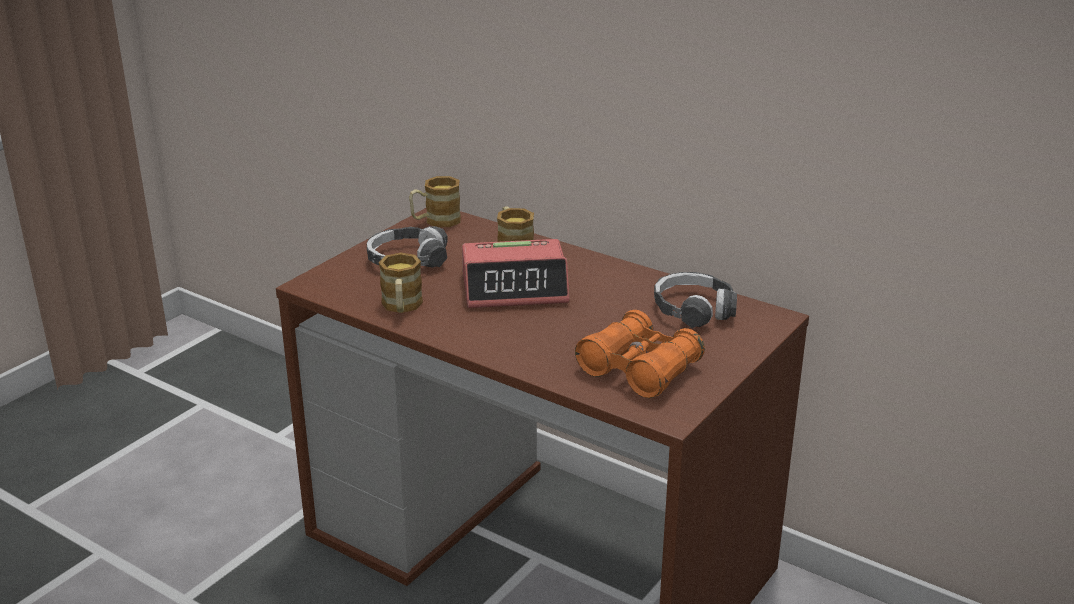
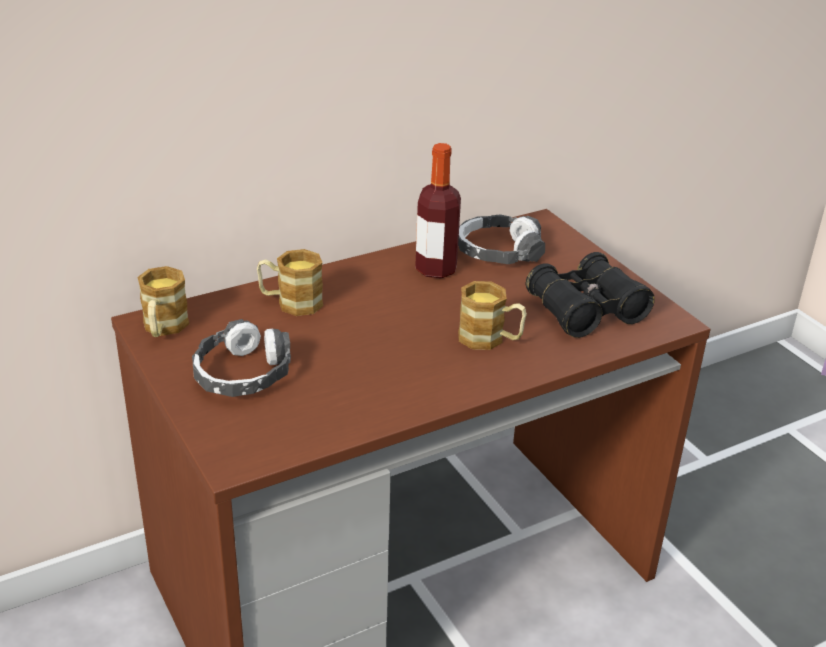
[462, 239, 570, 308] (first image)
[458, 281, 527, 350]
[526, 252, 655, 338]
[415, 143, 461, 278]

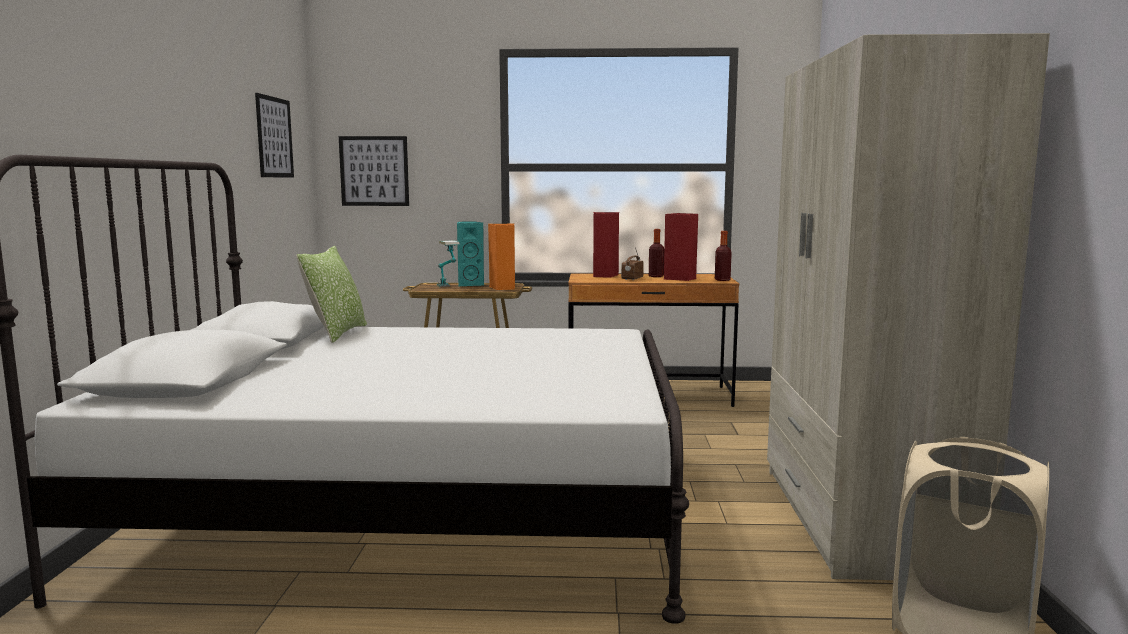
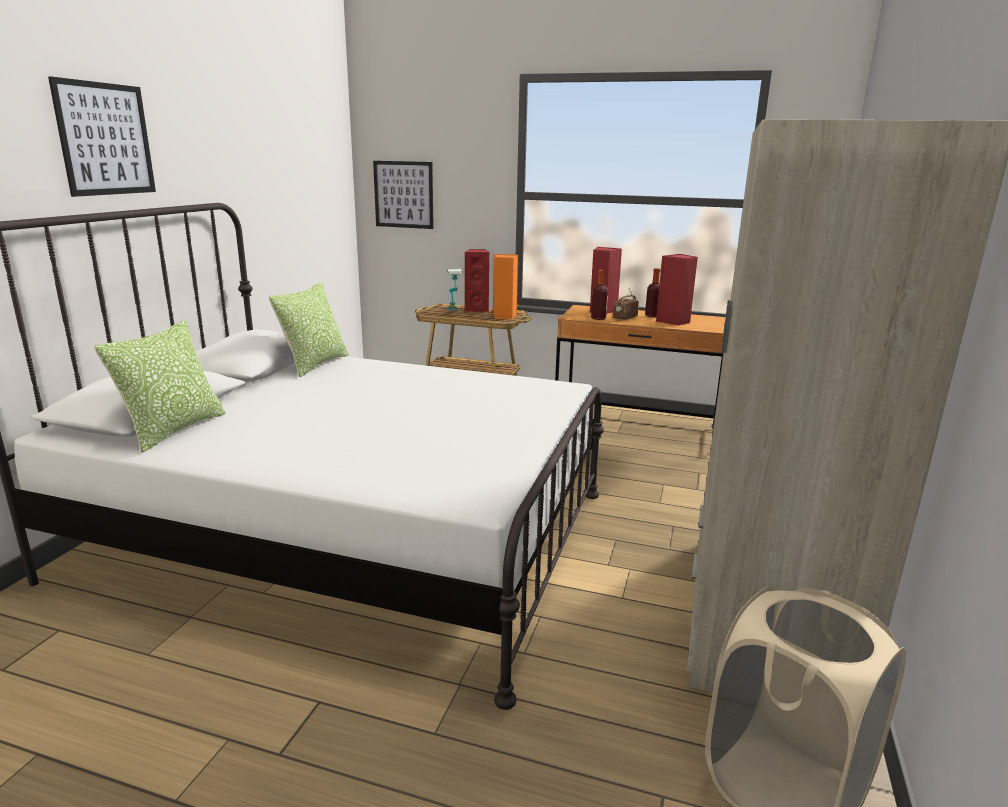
[48, 76, 156, 197]
[465, 249, 489, 312]
[591, 270, 608, 320]
[94, 320, 226, 453]

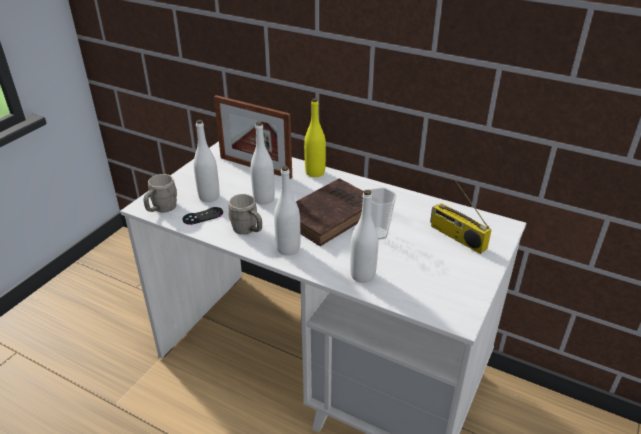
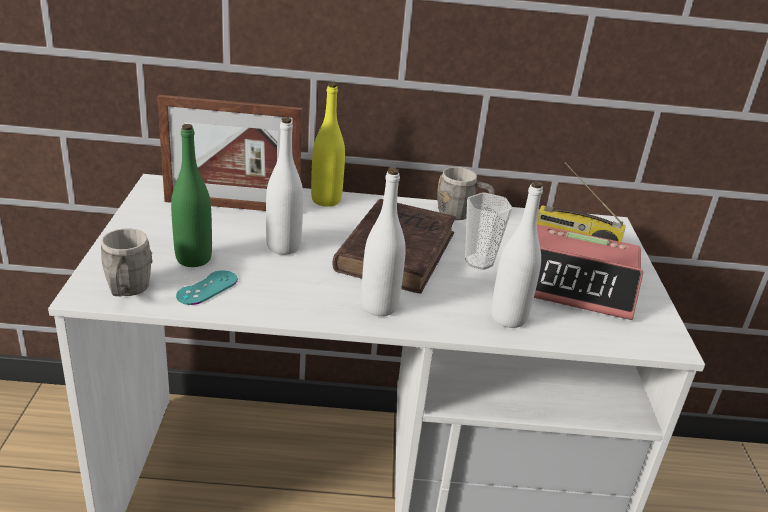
[171, 124, 212, 267]
[437, 167, 495, 220]
[176, 270, 238, 305]
[534, 224, 643, 320]

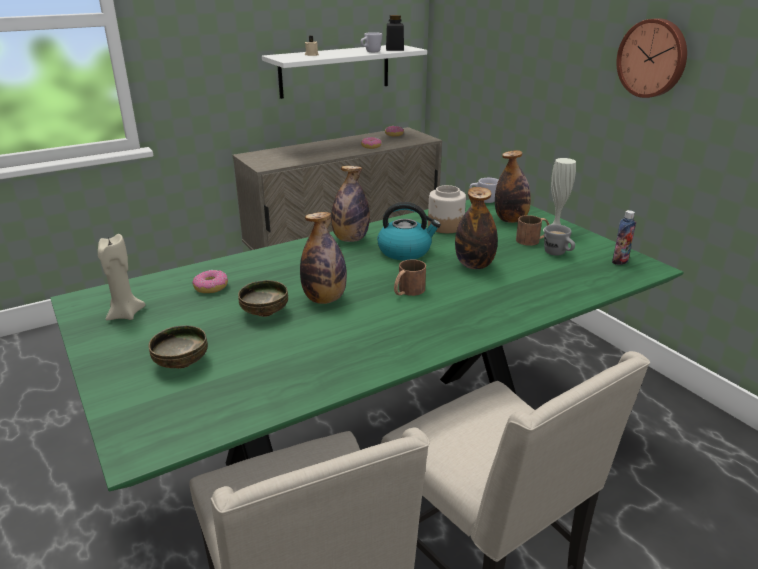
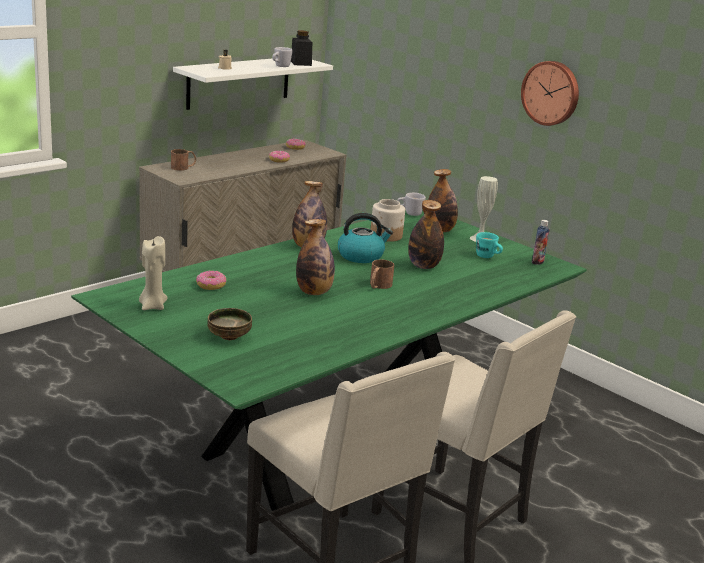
[171, 149, 196, 171]
[476, 232, 503, 258]
[238, 280, 288, 317] (first image)

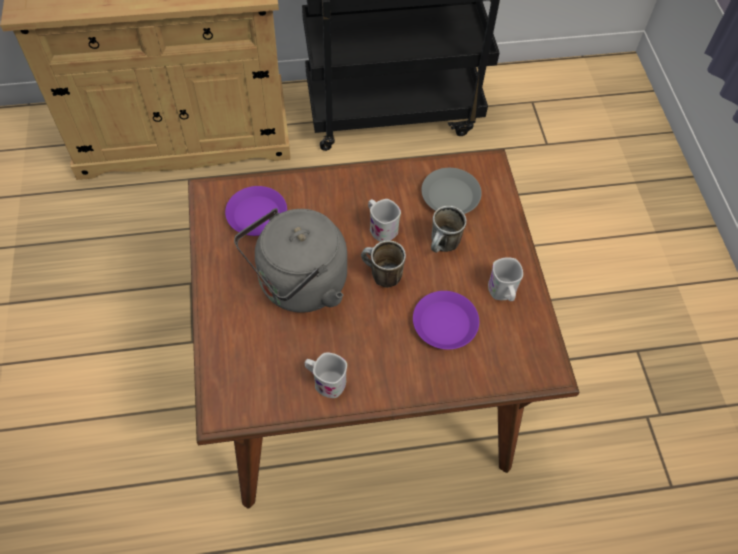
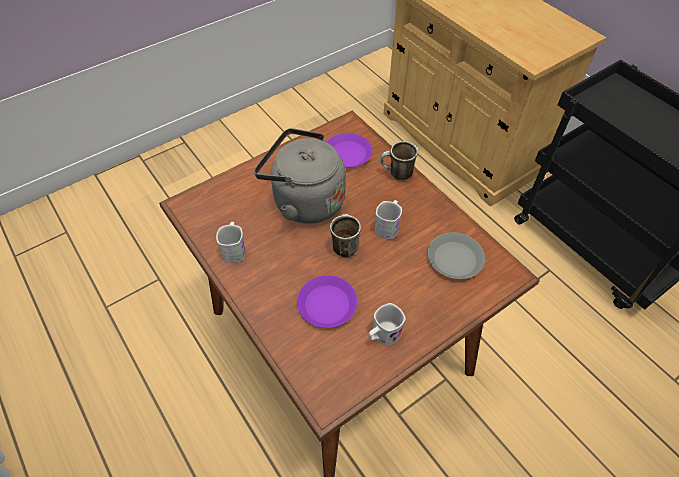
[380, 141, 418, 181]

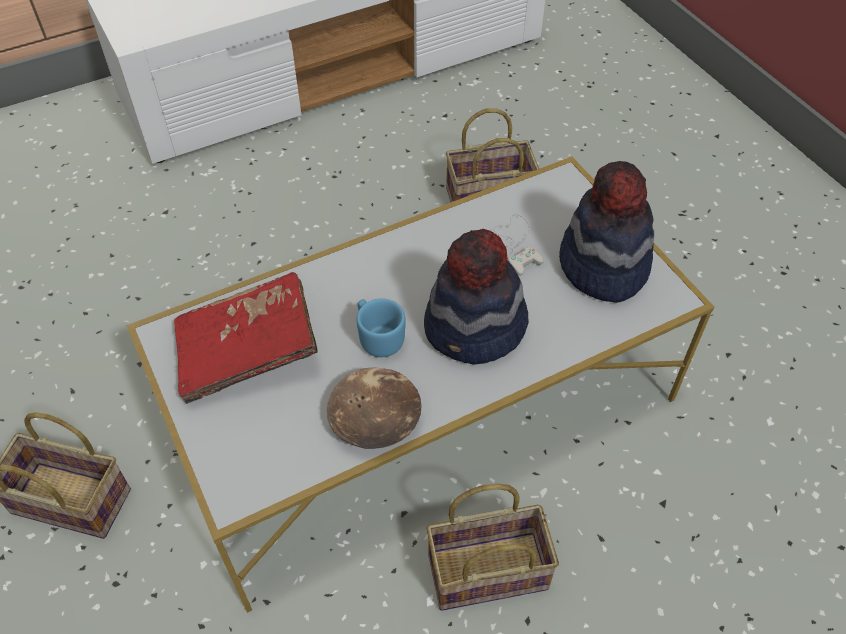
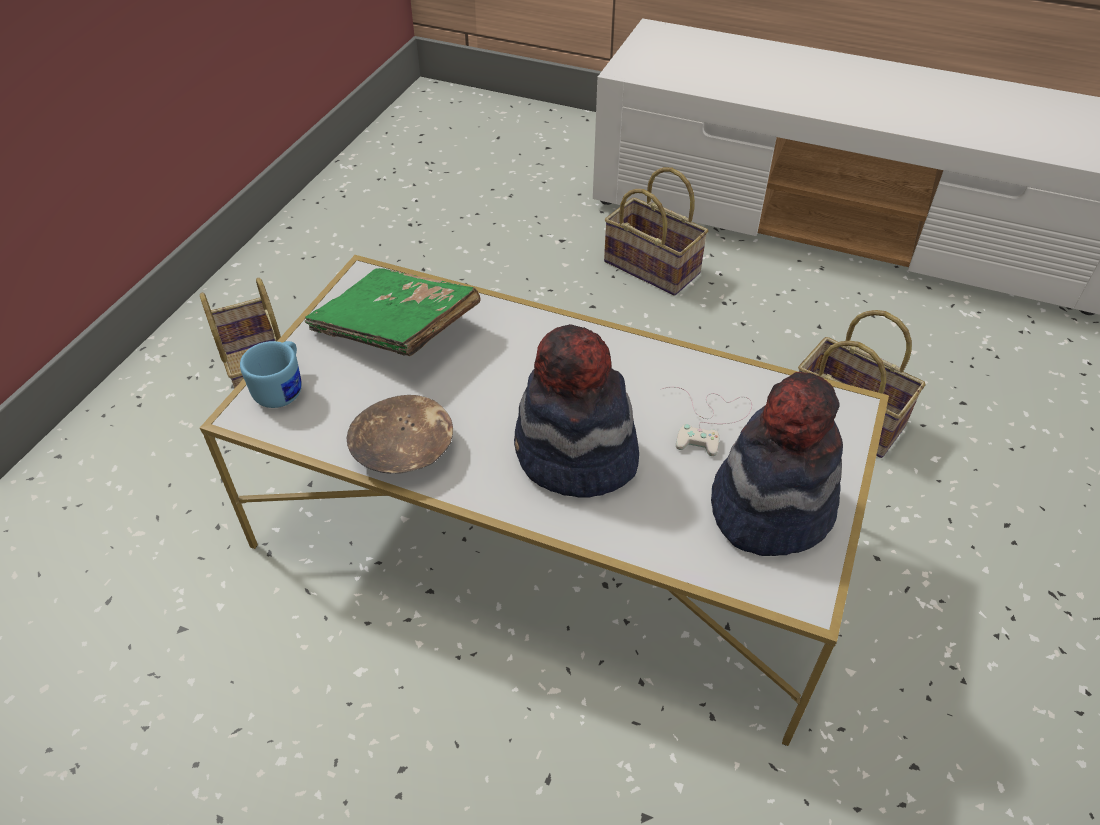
[305, 268, 480, 357]
[240, 341, 302, 408]
[604, 167, 708, 296]

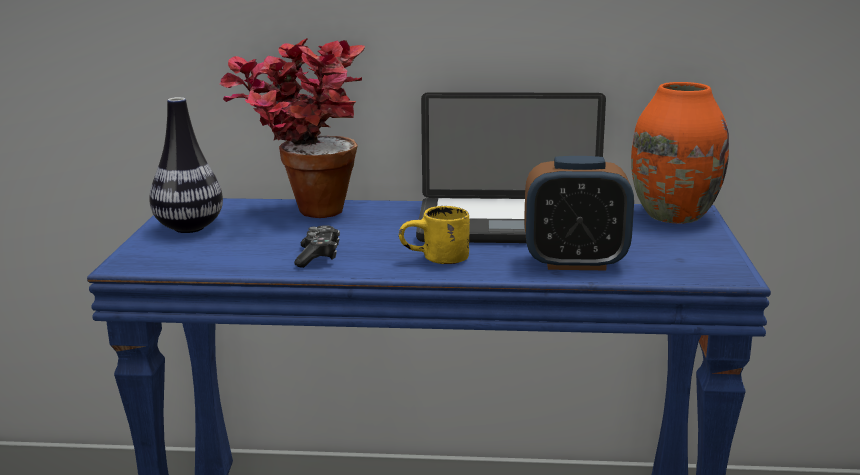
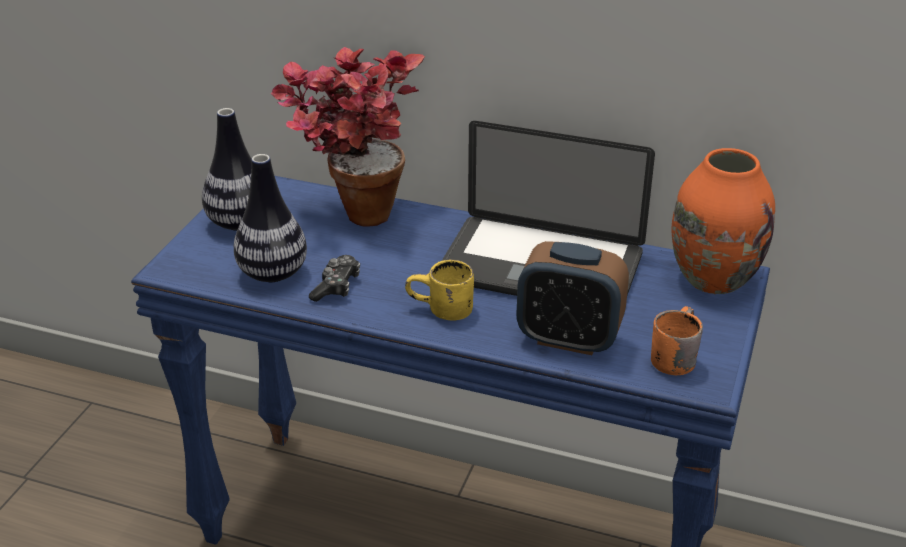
[234, 154, 307, 282]
[651, 306, 703, 375]

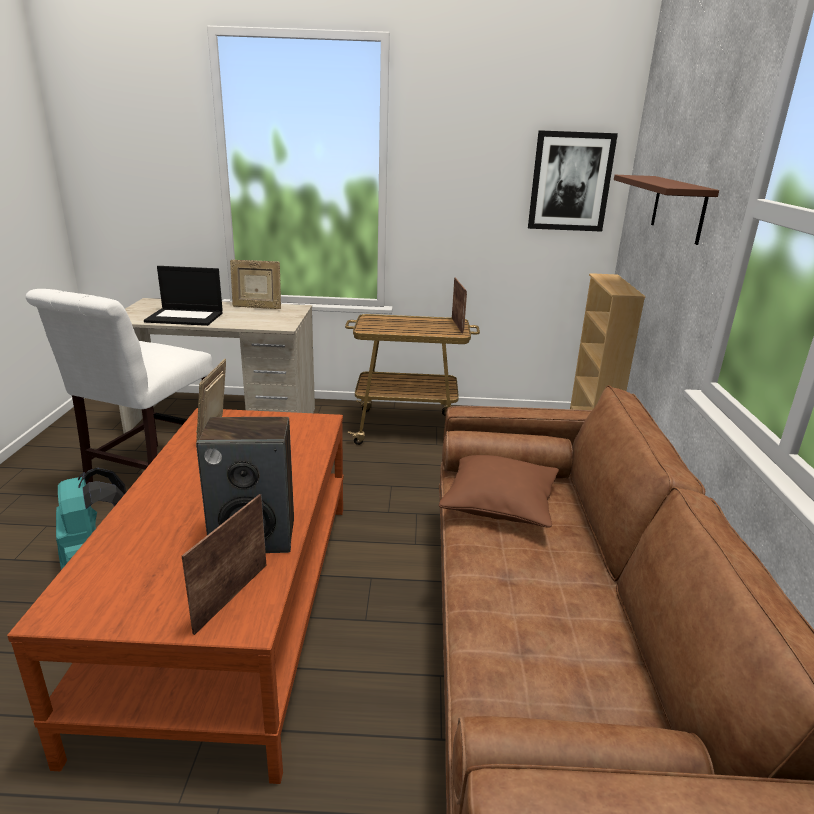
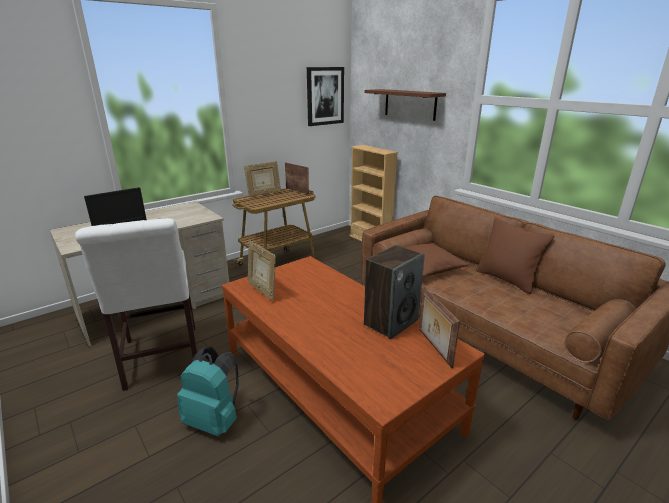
[244, 161, 281, 197]
[476, 217, 554, 294]

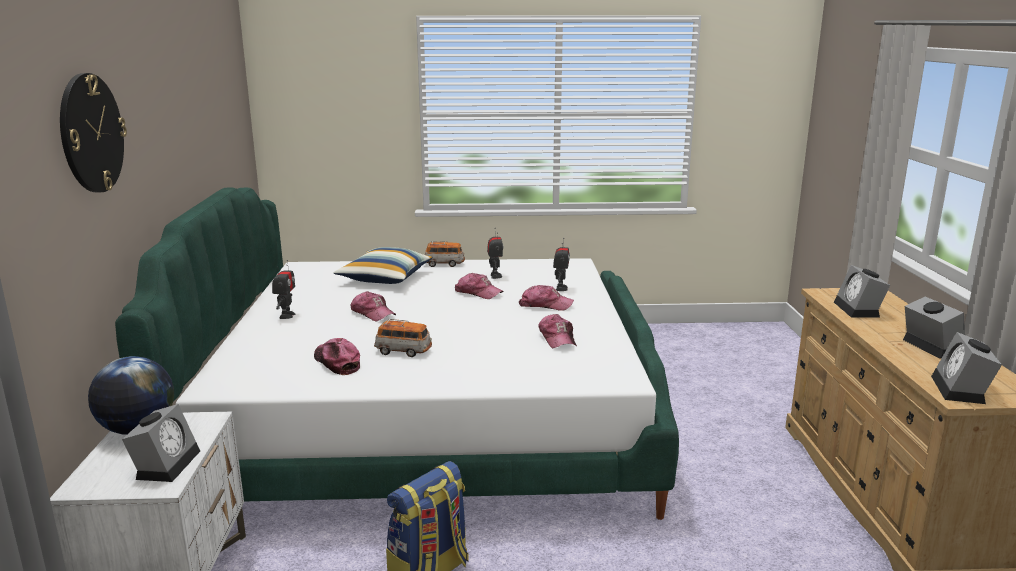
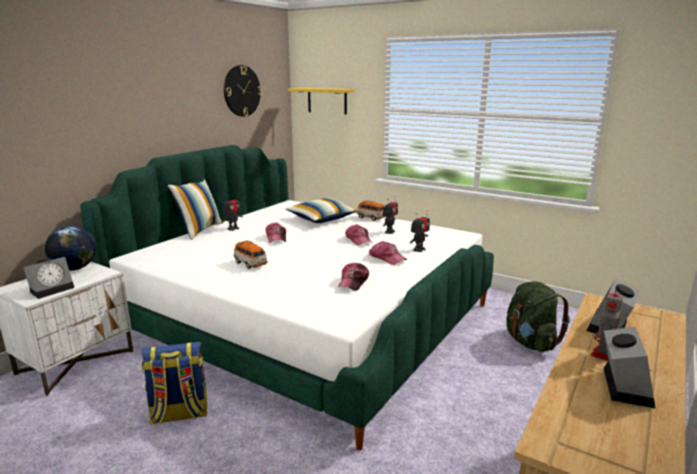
[224, 65, 262, 117]
[931, 332, 1002, 404] (first image)
[314, 338, 360, 375] (first image)
[288, 88, 354, 114]
[168, 179, 222, 240]
[507, 281, 570, 352]
[591, 287, 623, 361]

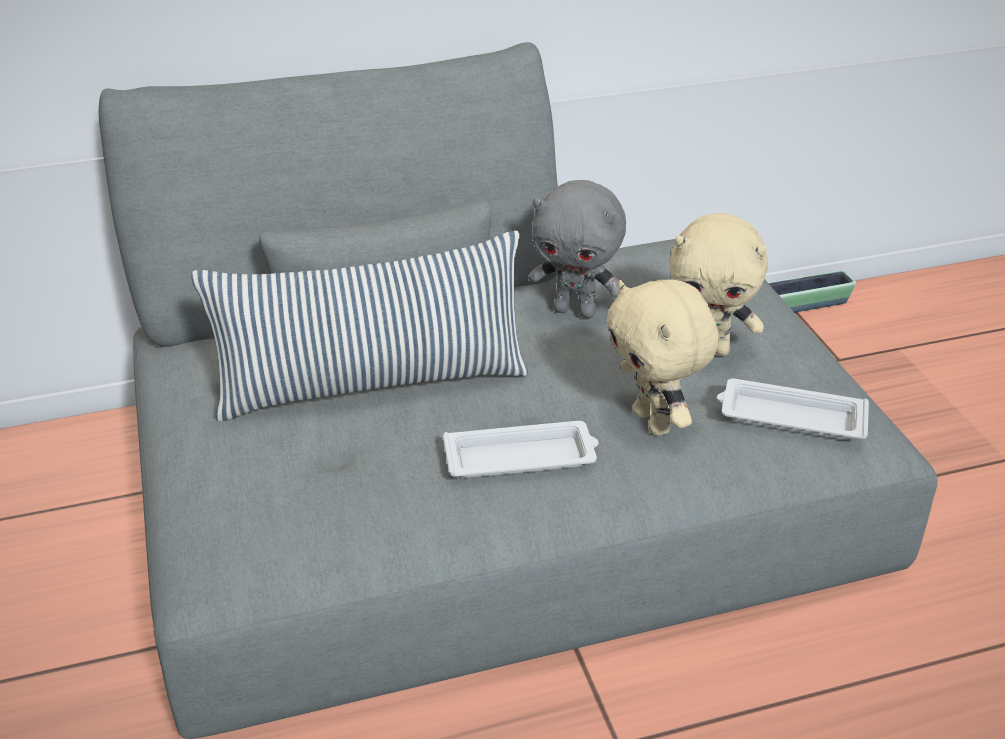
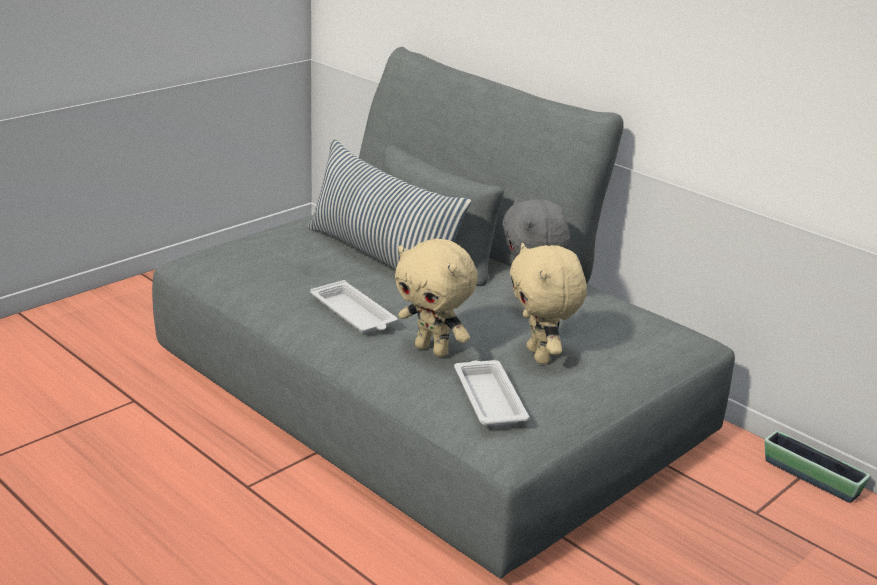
[395, 238, 478, 357]

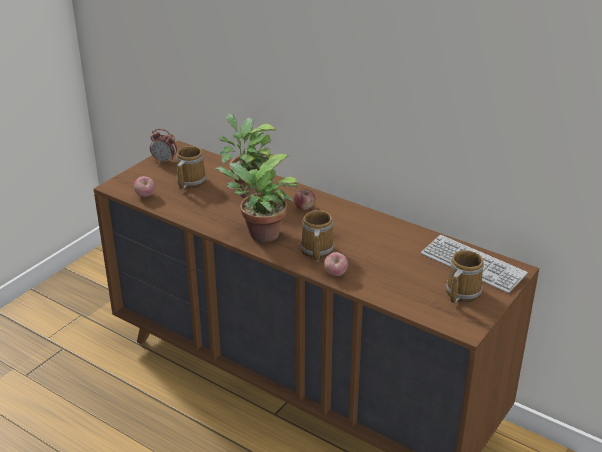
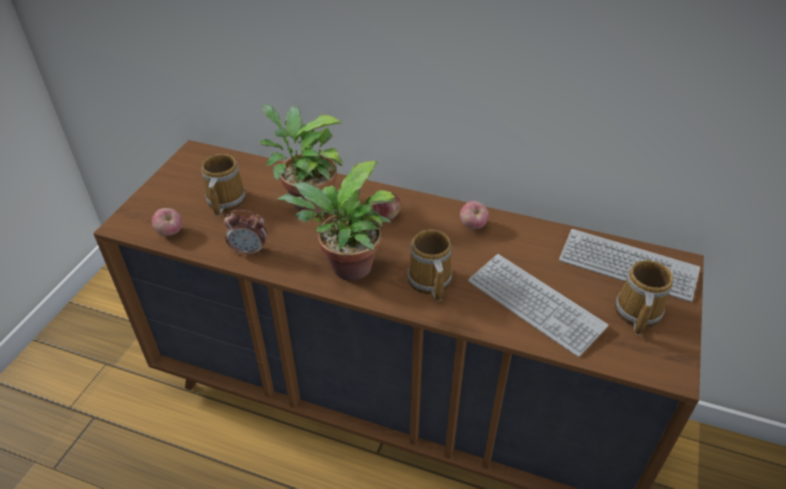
[224, 210, 267, 255]
[460, 201, 489, 229]
[468, 254, 608, 357]

